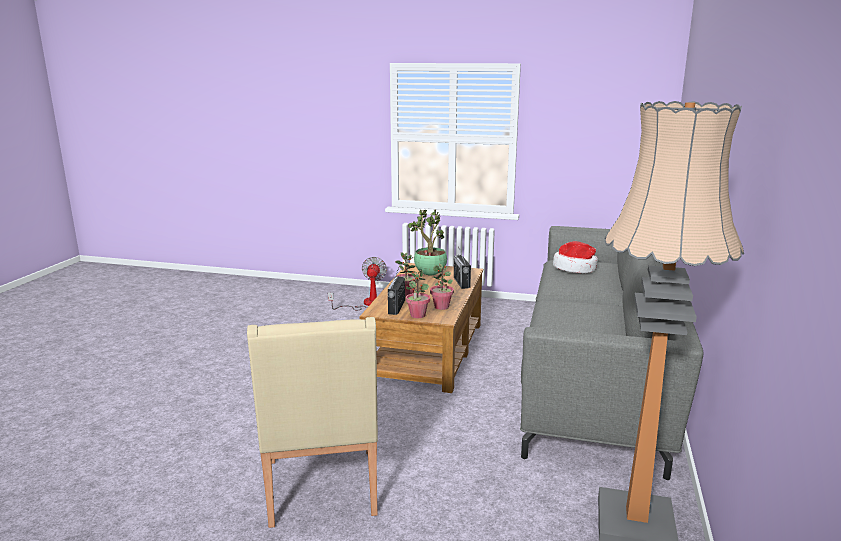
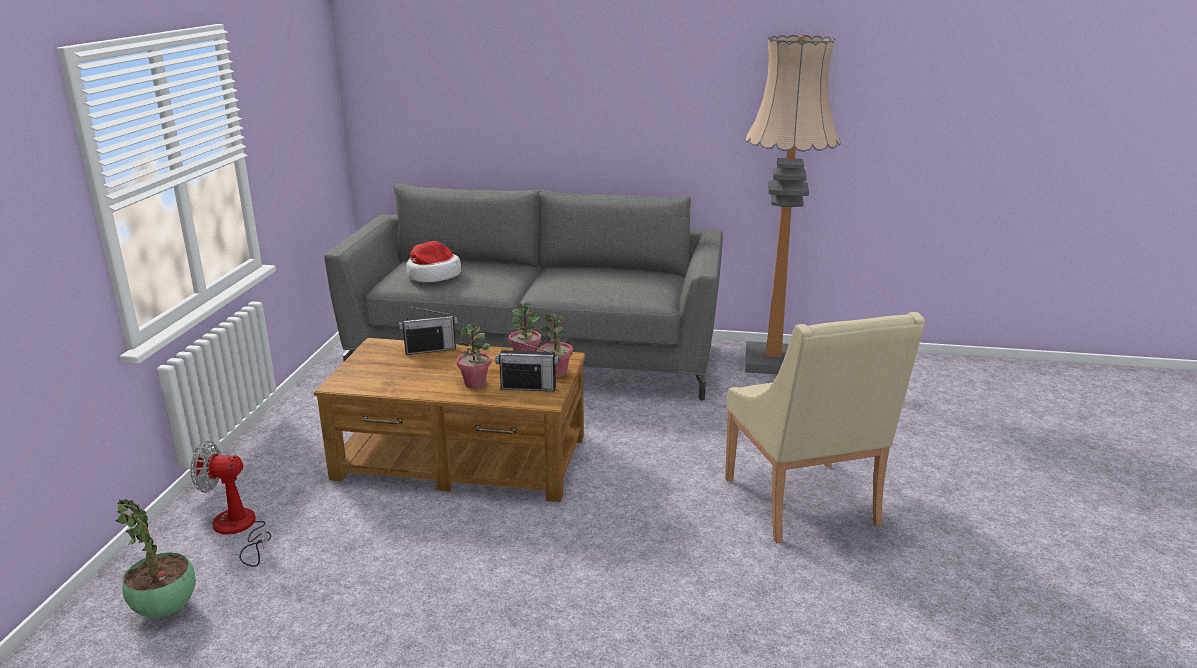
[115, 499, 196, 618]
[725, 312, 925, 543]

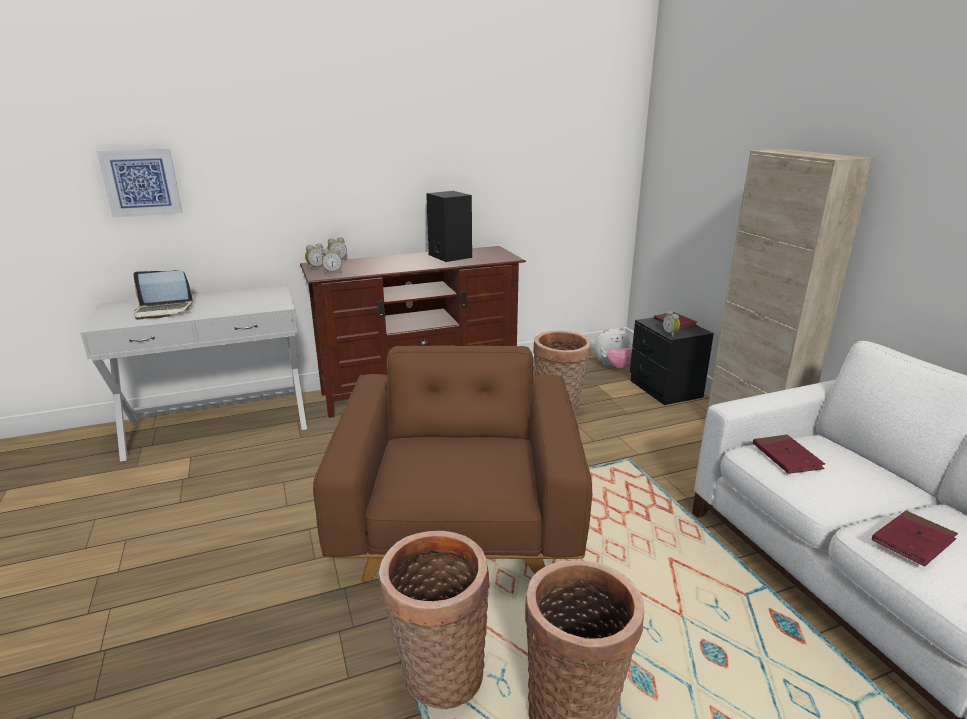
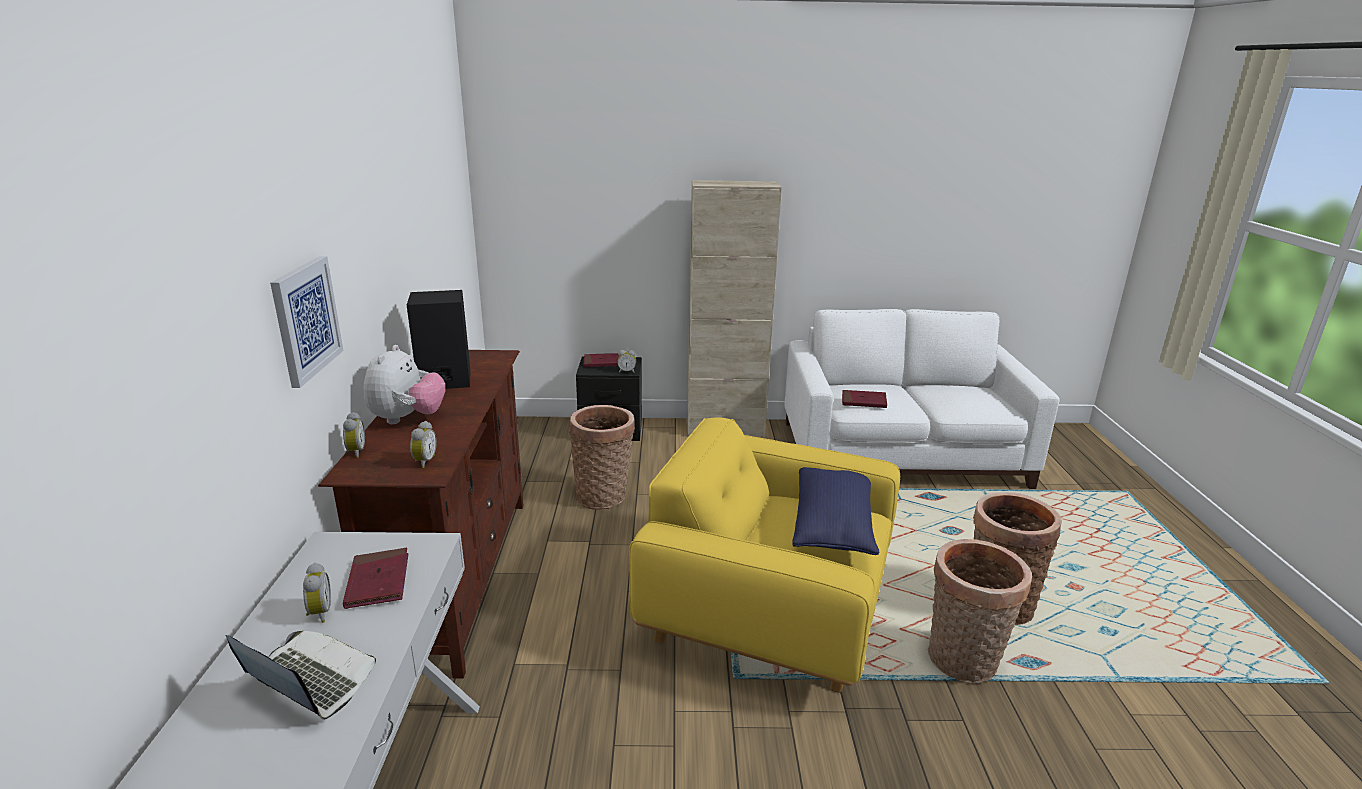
[270, 256, 343, 388]
[303, 563, 331, 623]
[225, 631, 376, 720]
[364, 345, 445, 424]
[629, 417, 900, 693]
[343, 548, 408, 609]
[792, 467, 879, 555]

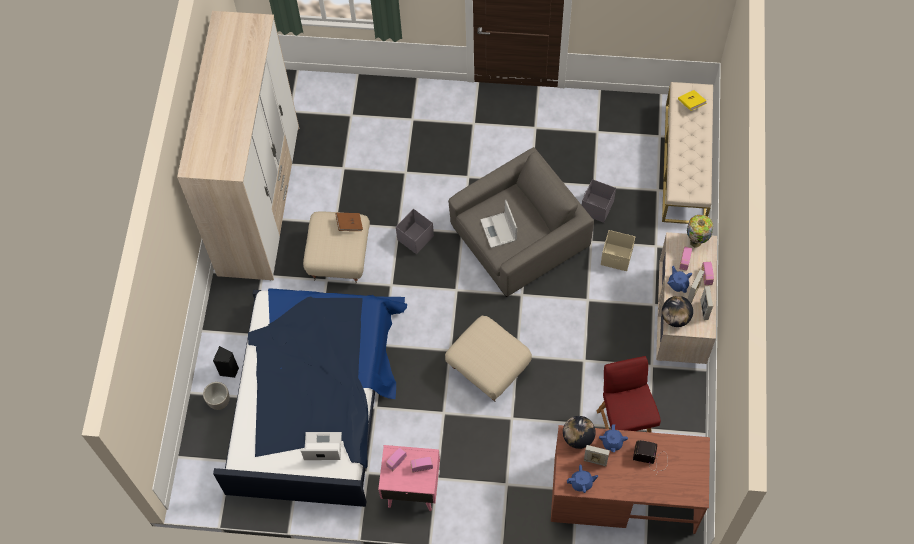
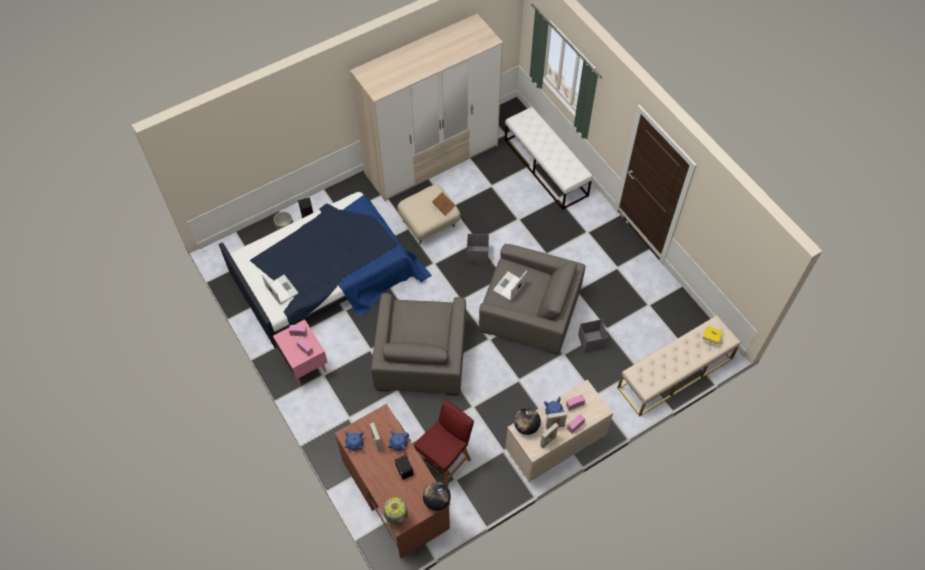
[384, 497, 408, 524]
[601, 230, 635, 271] (first image)
[371, 293, 466, 396]
[423, 482, 451, 511]
[505, 107, 593, 210]

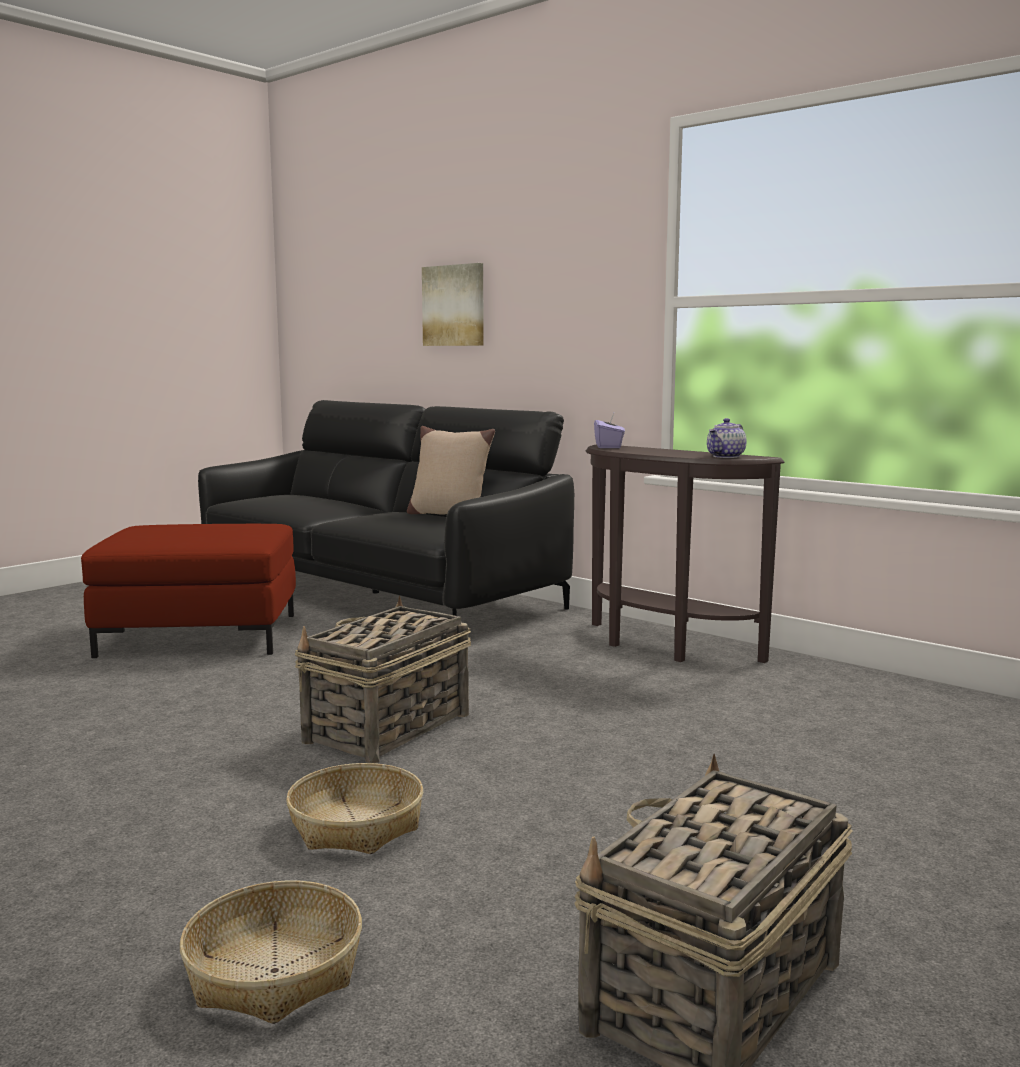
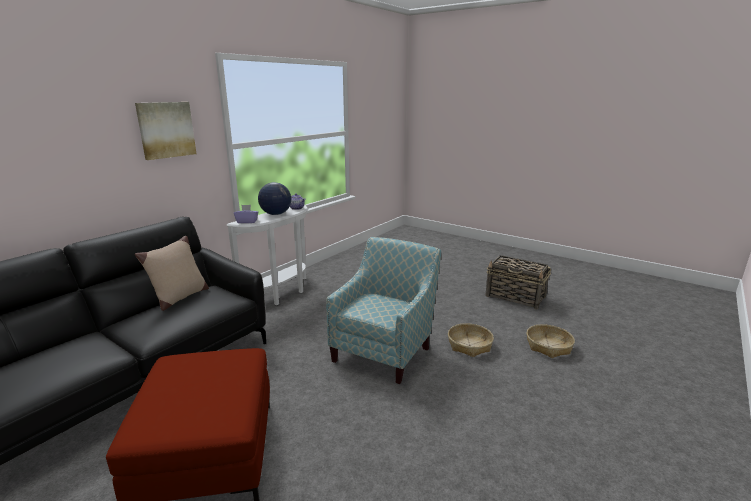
[135, 102, 197, 160]
[226, 205, 308, 305]
[326, 237, 441, 384]
[258, 182, 291, 215]

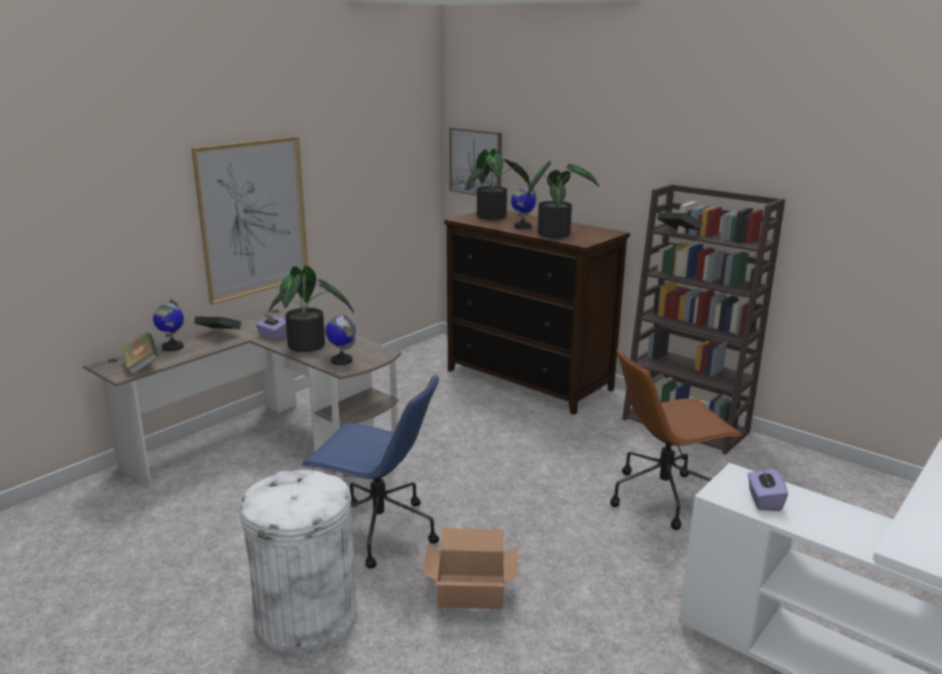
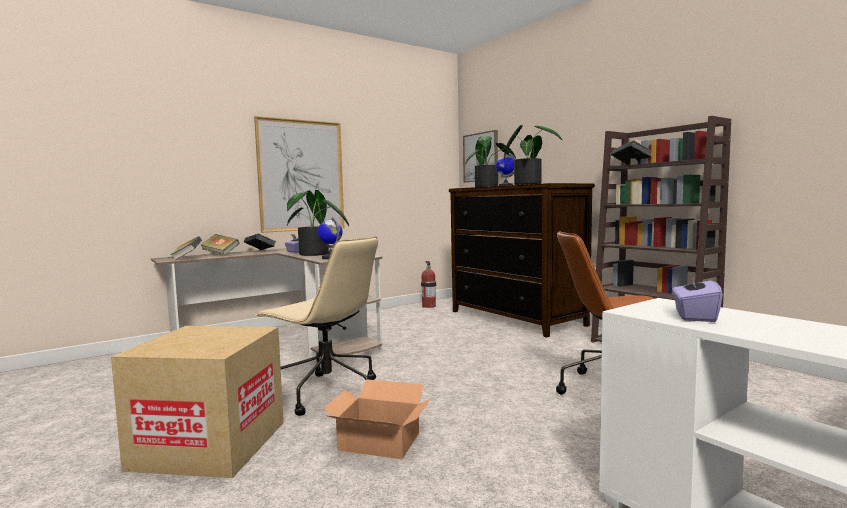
[201, 234, 239, 255]
[256, 236, 378, 416]
[111, 326, 284, 478]
[421, 261, 436, 308]

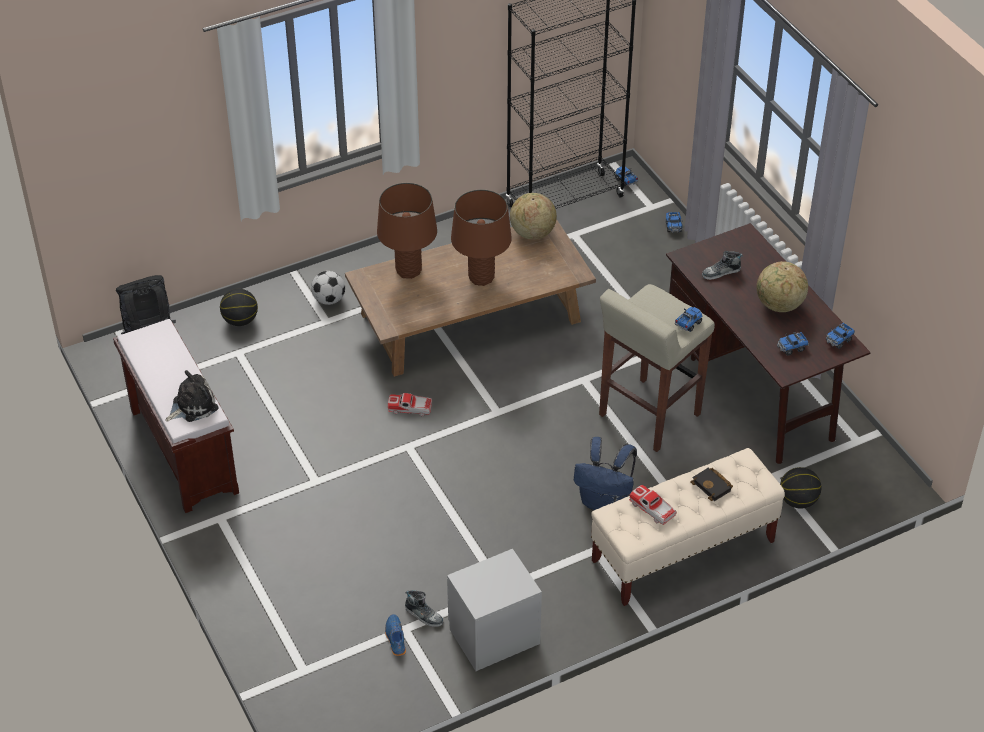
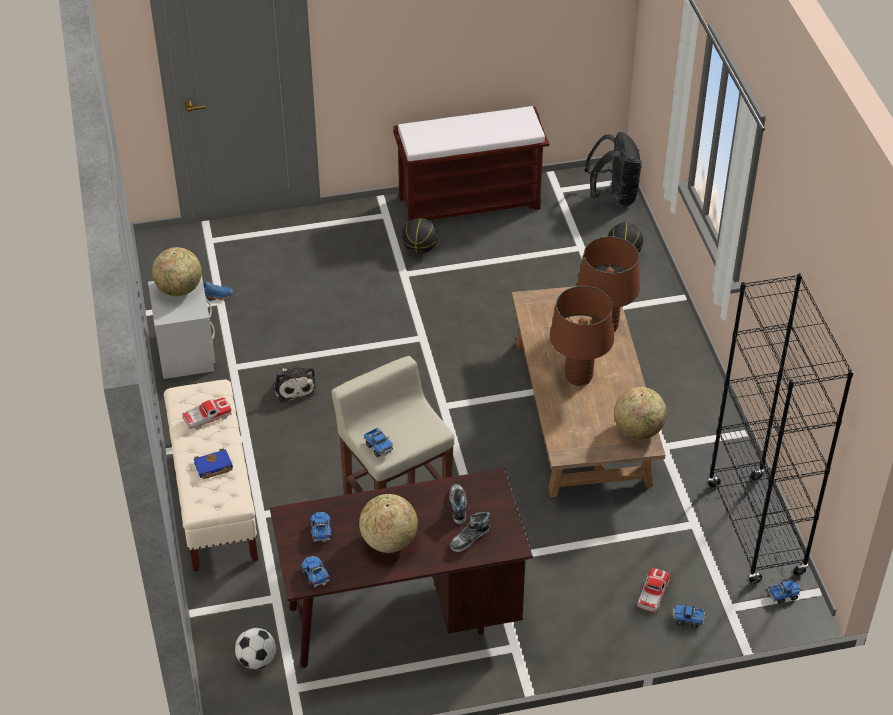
[235, 628, 276, 669]
[274, 367, 316, 403]
[637, 568, 670, 612]
[574, 437, 637, 510] (first image)
[194, 448, 233, 479]
[402, 218, 438, 254]
[450, 512, 491, 552]
[152, 247, 202, 296]

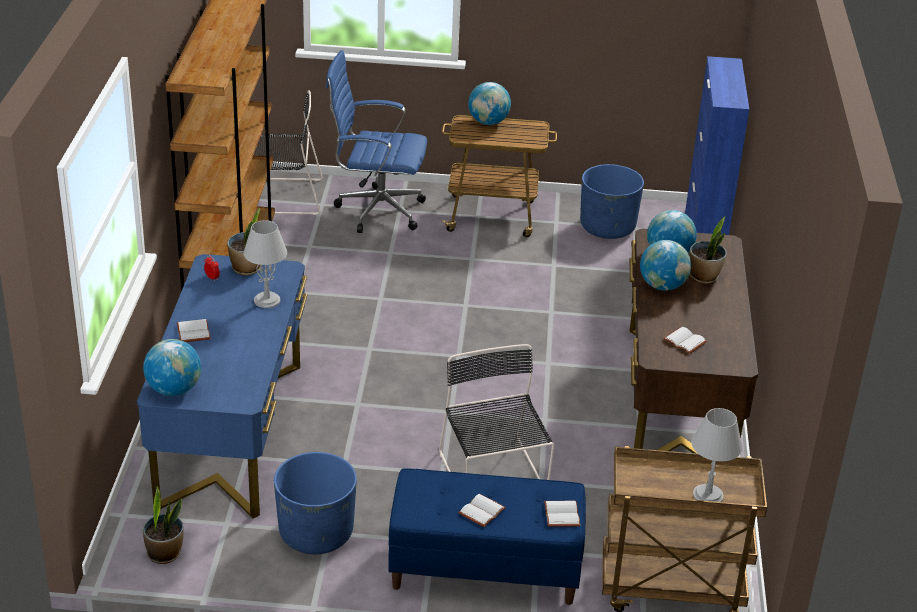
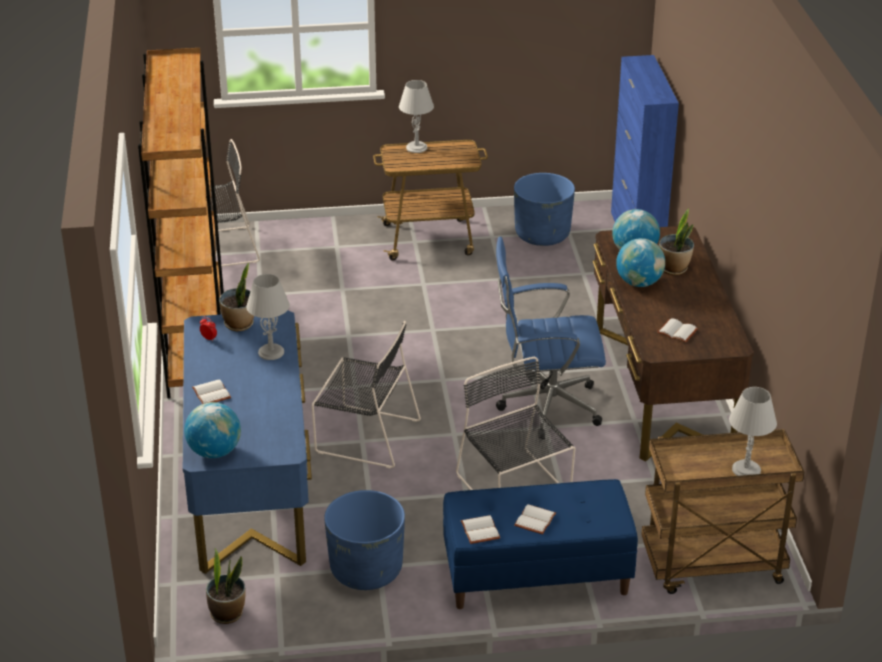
[496, 237, 606, 439]
[399, 80, 434, 153]
[461, 515, 500, 544]
[312, 321, 421, 469]

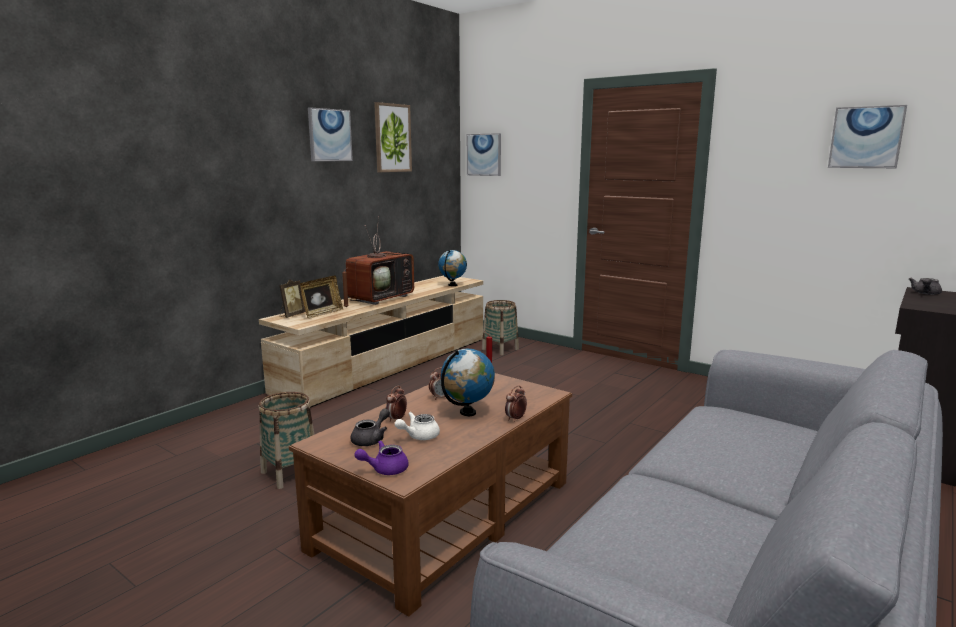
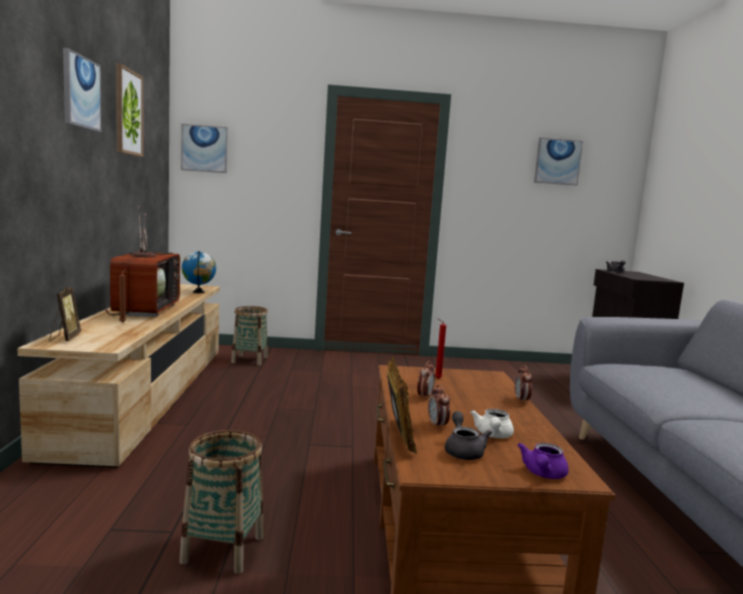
[387, 355, 417, 454]
[441, 349, 495, 416] (first image)

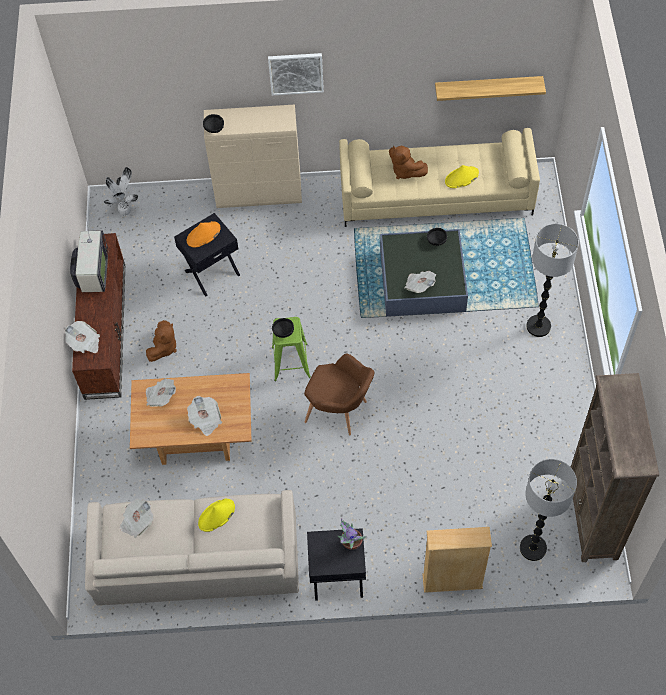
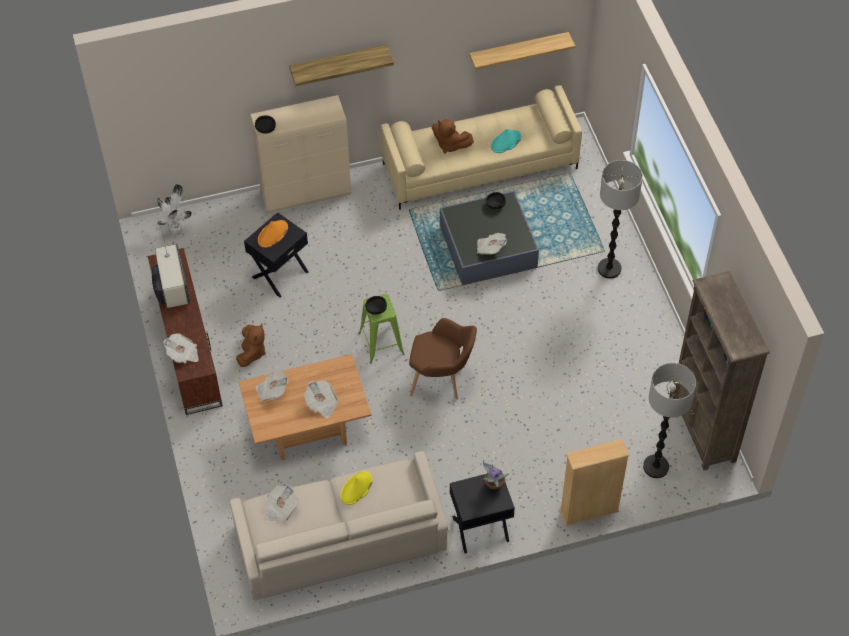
[289, 45, 394, 86]
[491, 129, 521, 153]

